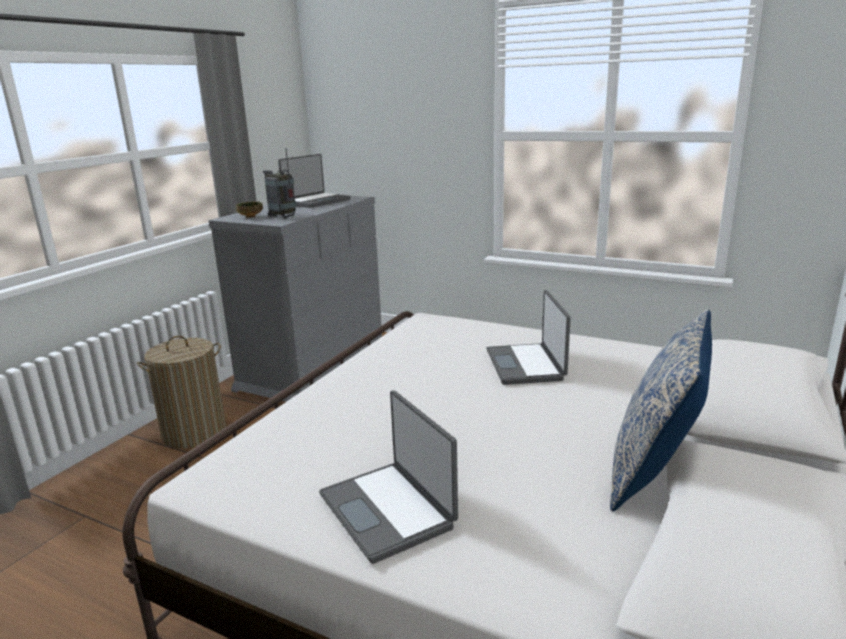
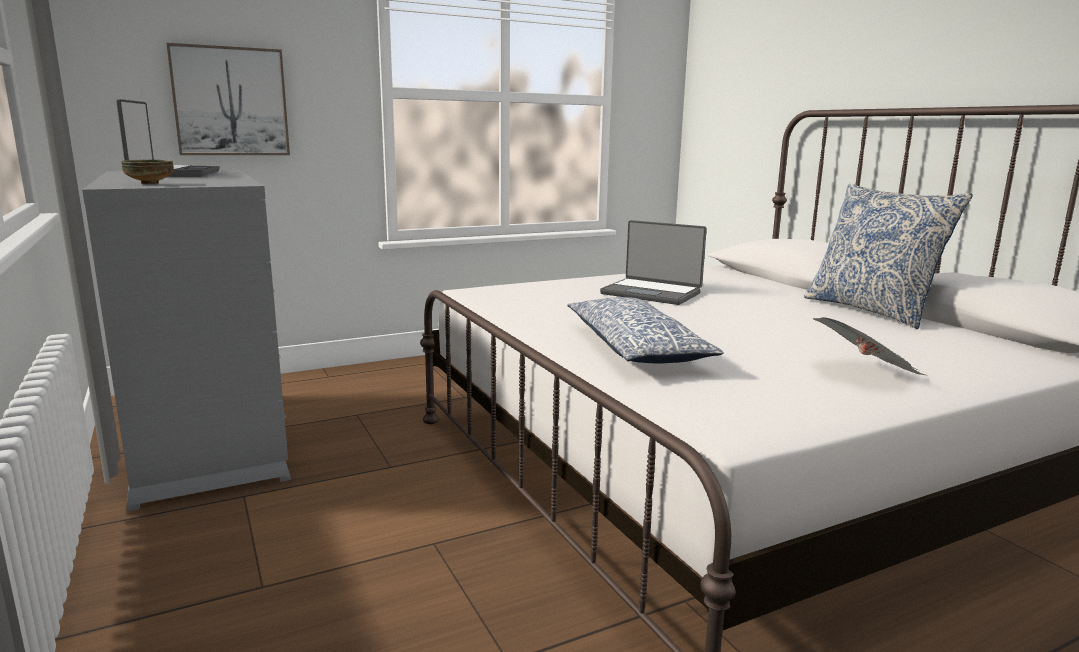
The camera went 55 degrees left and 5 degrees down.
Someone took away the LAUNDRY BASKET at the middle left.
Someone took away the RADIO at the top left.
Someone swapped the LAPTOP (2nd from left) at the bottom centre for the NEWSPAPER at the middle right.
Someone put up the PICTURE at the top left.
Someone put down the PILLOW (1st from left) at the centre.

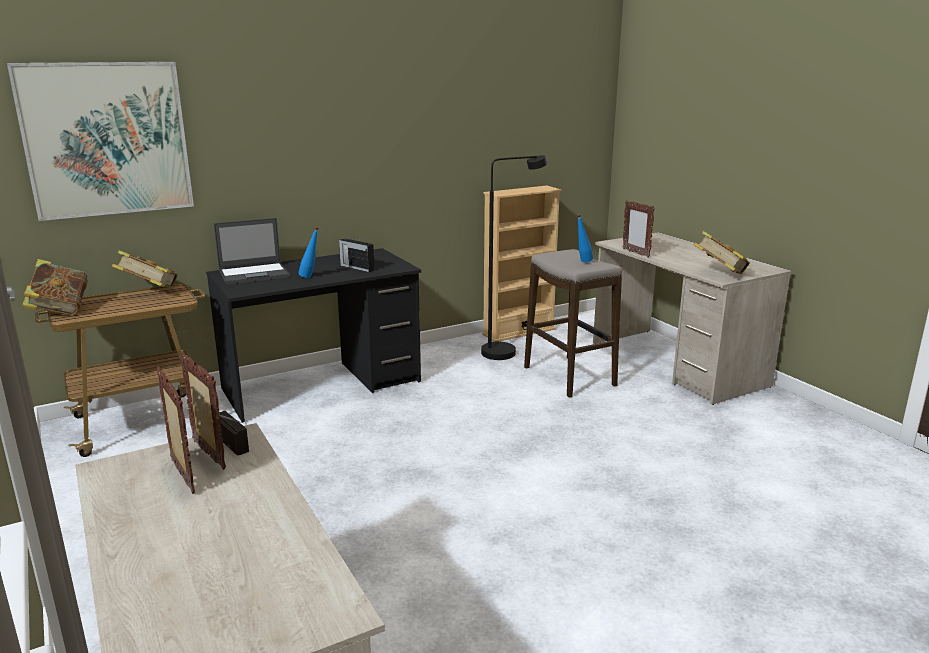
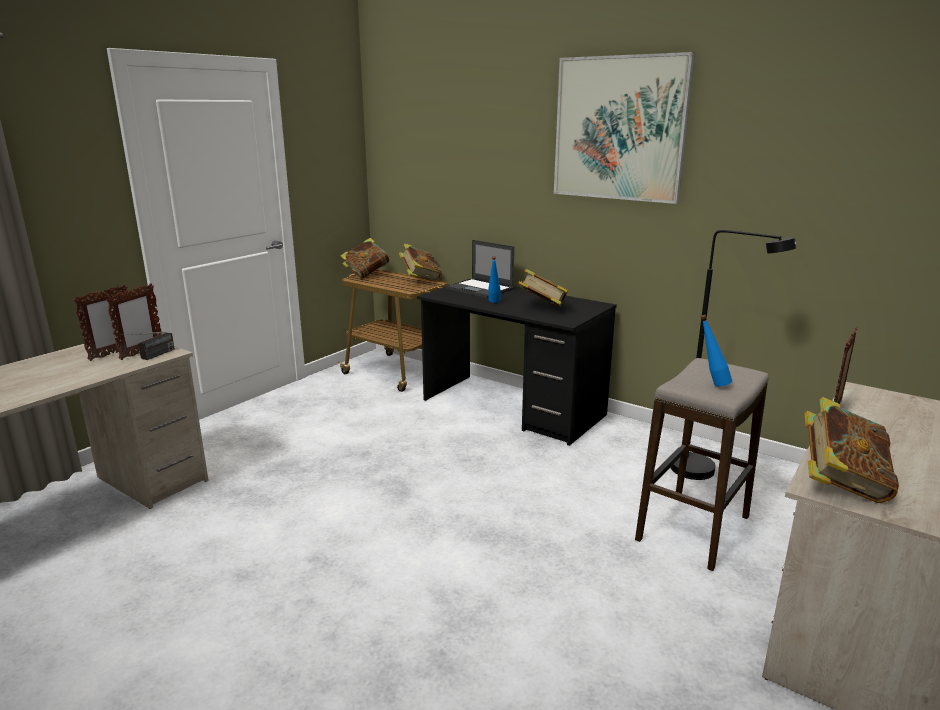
The camera went 65 degrees right and 0 degrees up.
Someone carried the PICTURE from the top left to the top centre.
Someone swapped the RADIO (2nd from left) at the centre for the BOOK (3rd from left) at the centre.
Someone took away the BEIGE BOOKCASE at the centre.

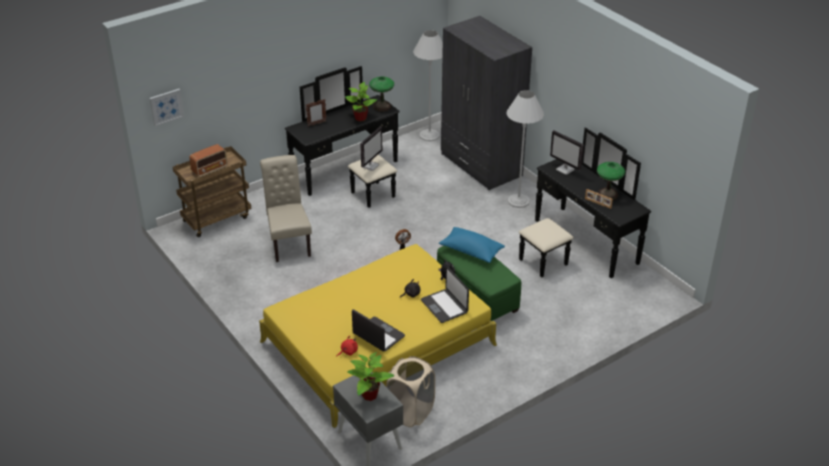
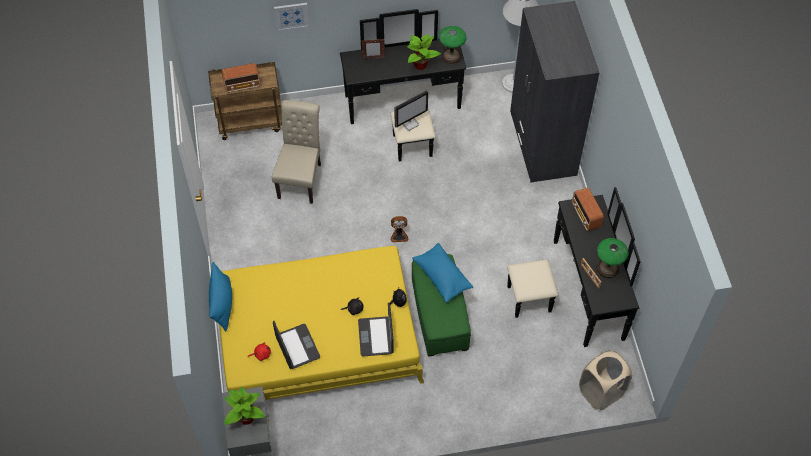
The camera went 25 degrees right and 20 degrees up.
Someone carried the PICTURE from the top left to the top centre.
Someone carried the BEIGE LAUNDRY BASKET from the bottom centre to the bottom right.
Someone took away the WHITE FLOOR LAMP (2nd from left) at the top centre.
Someone swapped the MONITOR (2nd from left) at the top right for the RADIO (2nd from left) at the middle right.
Someone put down the BLUE PILLOW (1st from left) at the middle left.

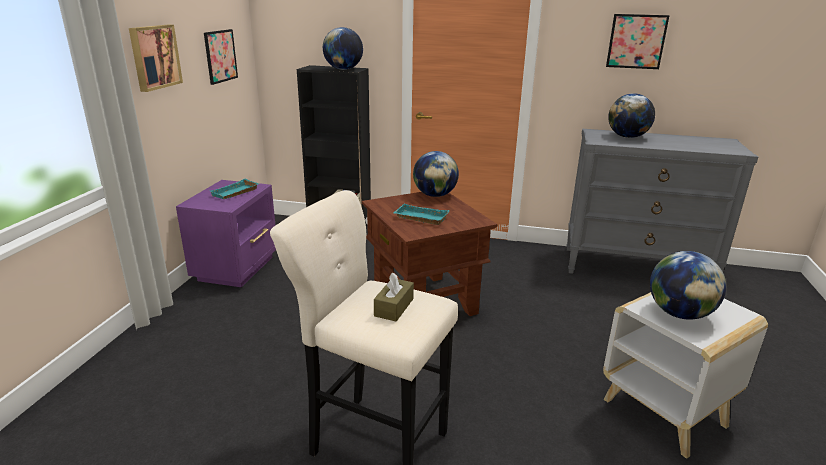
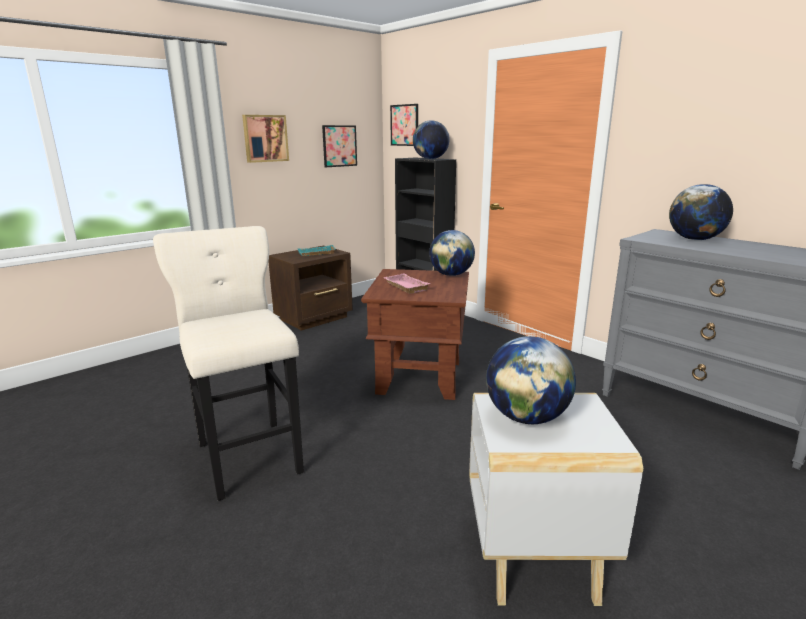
The camera went 35 degrees right and 5 degrees down.
Someone repainted the PURPLE NIGHTSTAND at the middle left, which became the BROWN NIGHTSTAND at the centre.
Someone took away the BROWN TISSUE BOX at the centre.
Someone repainted the TURQUOISE TRAY (2nd from left) at the centre, which became the PINK TRAY at the centre.
Someone carried the PICTURE (3rd from left) from the top right to the top centre.

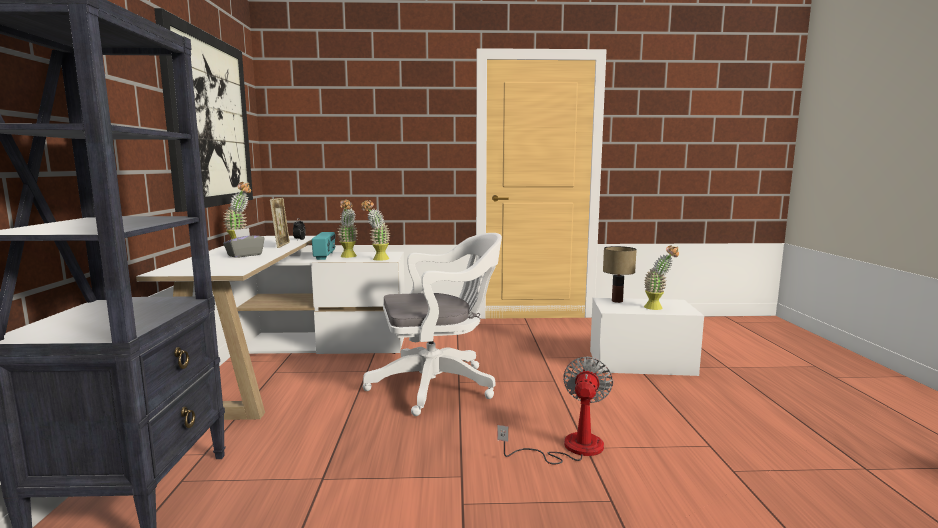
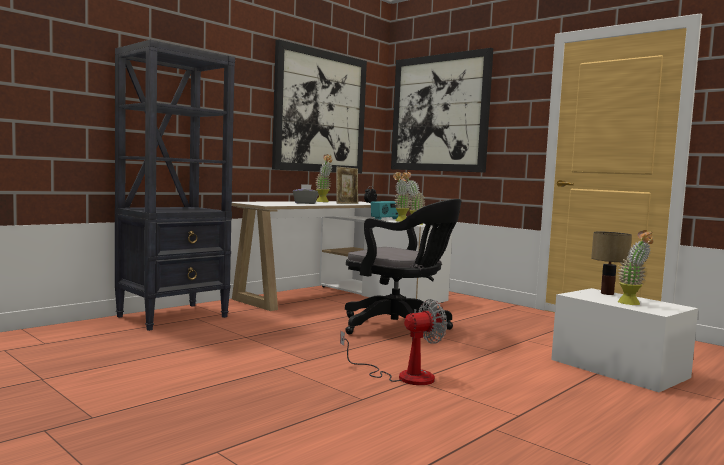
The camera went 45 degrees right and 5 degrees down.
Someone repainted the WHITE OFFICE CHAIR at the centre, which became the BLACK OFFICE CHAIR at the centre.
Someone put up the PICTURE (2nd from left) at the top centre.

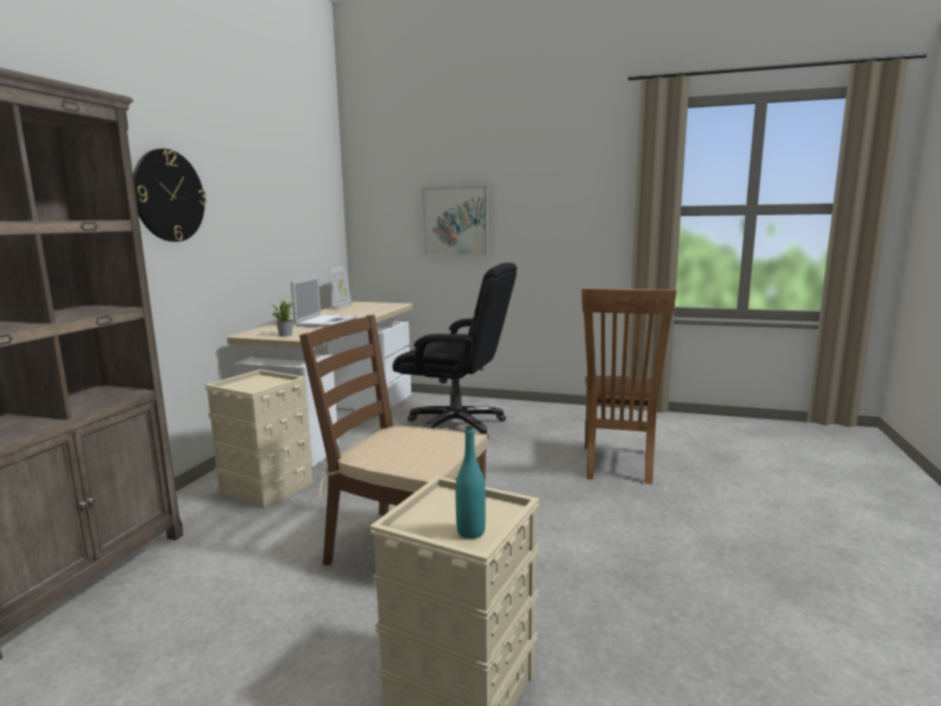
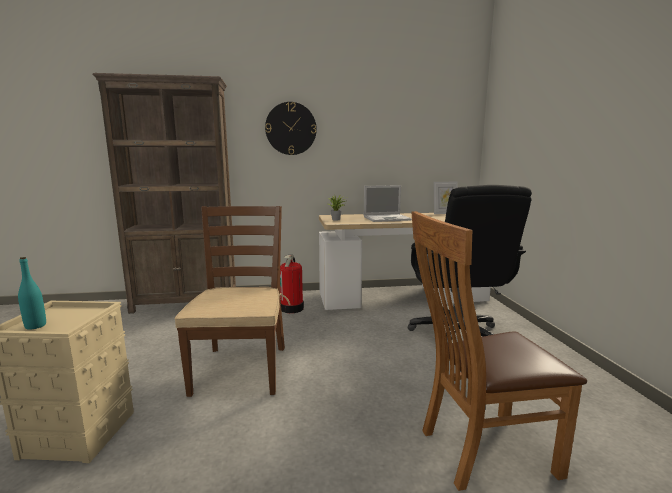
The camera went 65 degrees right and 0 degrees up.
Someone swapped the BEIGE STORAGE BOX (1st from left) at the middle left for the FIRE EXTINGUISHER at the centre.
Someone took away the PICTURE at the top centre.

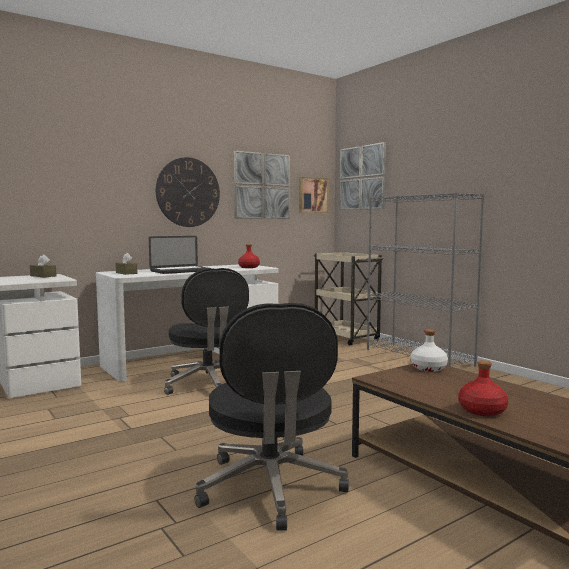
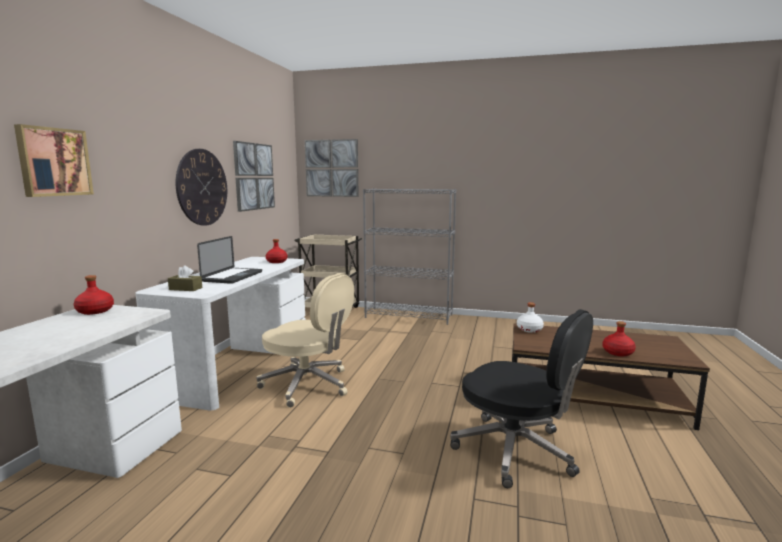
The camera went 40 degrees left and 5 degrees up.
Someone swapped the BROWN TISSUE BOX (1st from left) at the middle left for the RED BOTTLE (1st from left) at the middle left.
Someone repainted the BLACK OFFICE CHAIR (1st from left) at the centre, which became the BEIGE OFFICE CHAIR at the centre.
Someone carried the PICTURE (2nd from left in the first image) from the centre to the top left.

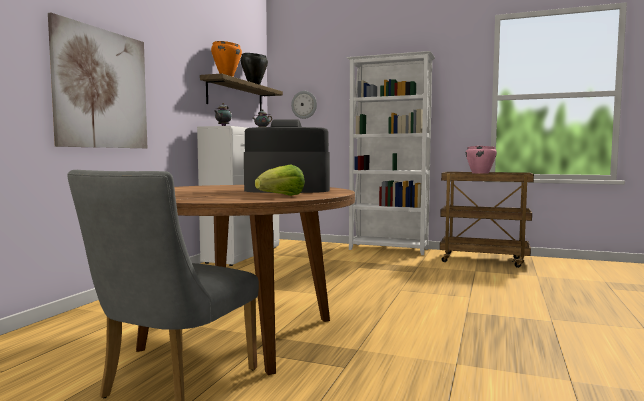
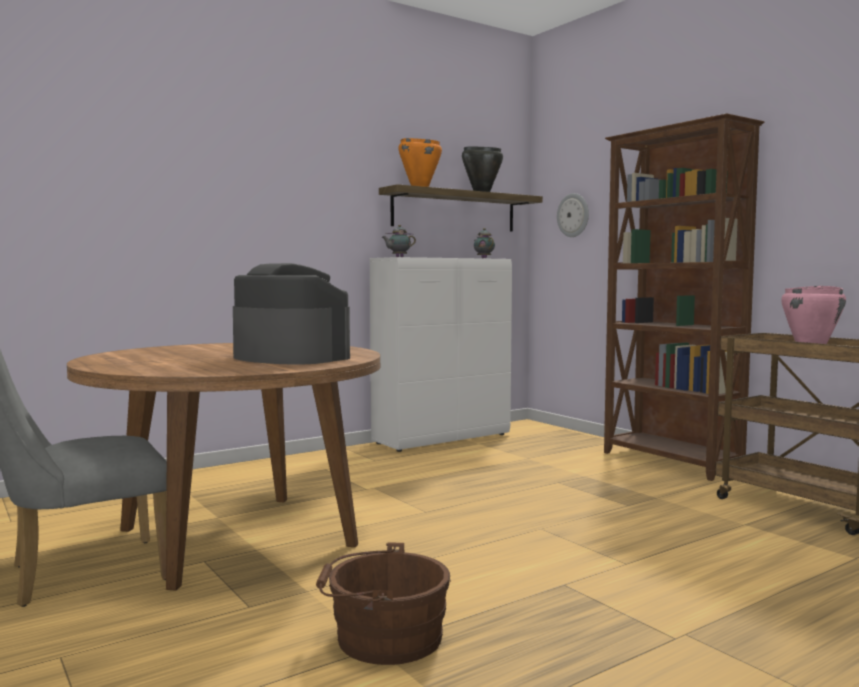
The camera went 35 degrees right and 0 degrees up.
Someone took away the PICTURE at the top left.
Someone took away the LETTUCE at the centre.
Someone repainted the WHITE BOOKCASE at the centre, which became the BROWN BOOKCASE at the middle right.
Someone put down the BROWN BUCKET at the bottom centre.

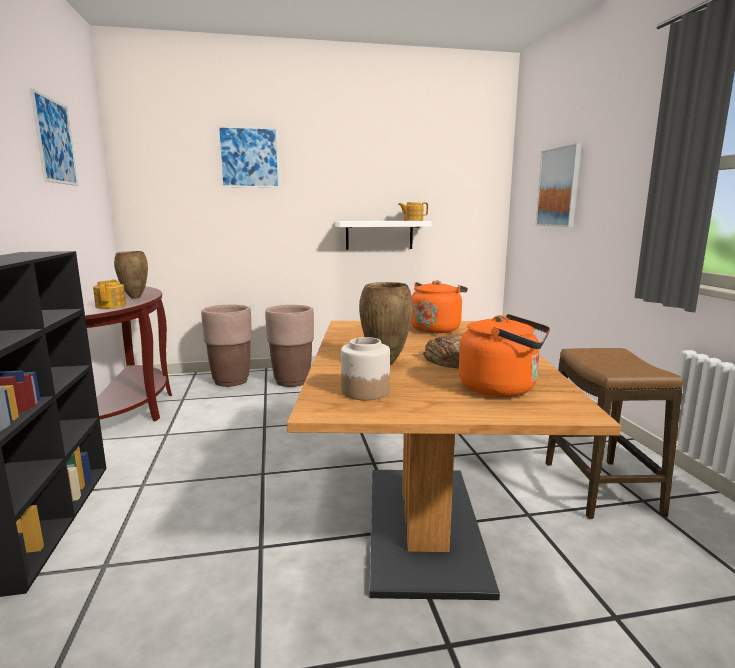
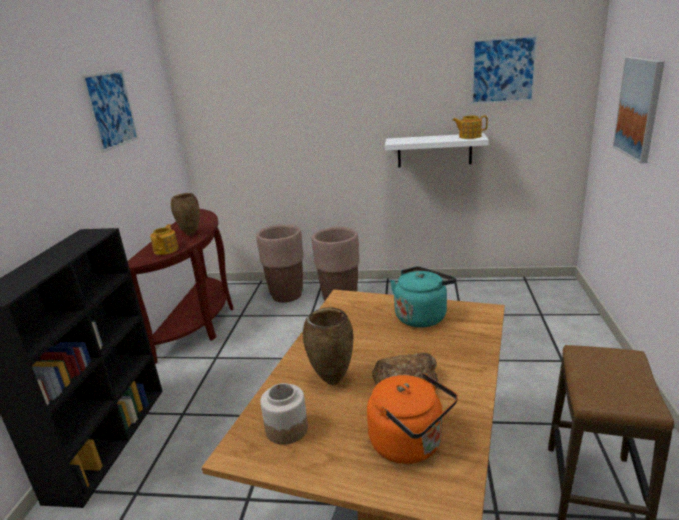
The camera went 20 degrees right and 10 degrees up.
Someone carried the PICTURE (2nd from left) from the top centre to the top right.
Someone repainted the ORANGE KETTLE (1st from left) at the centre, which became the TURQUOISE KETTLE at the centre.

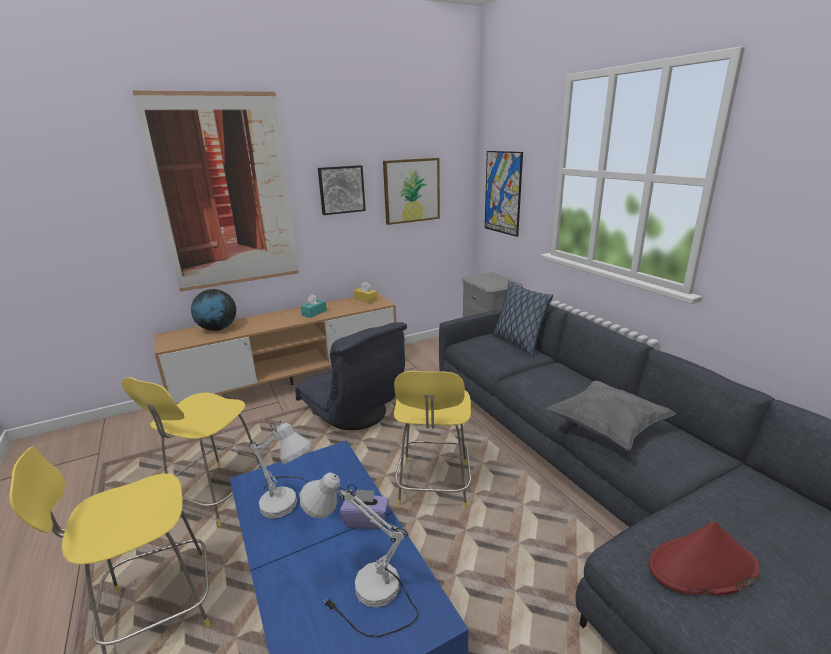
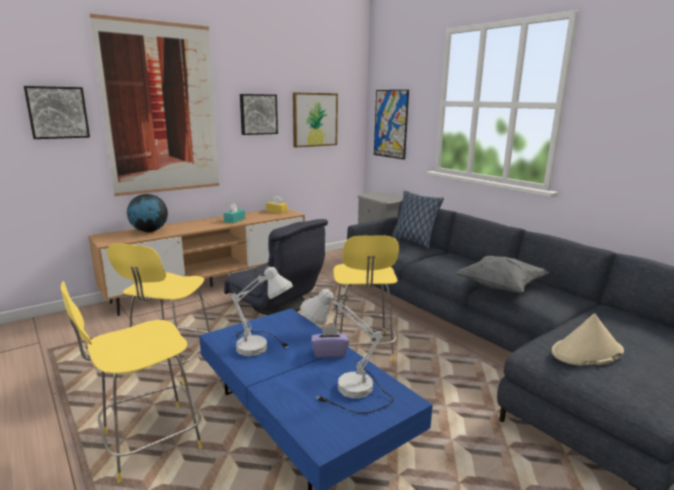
The camera went 10 degrees left and 5 degrees down.
Someone repainted the RED HAT at the bottom right, which became the BEIGE HAT at the bottom right.
Someone put up the PICTURE (1st from left) at the top left.

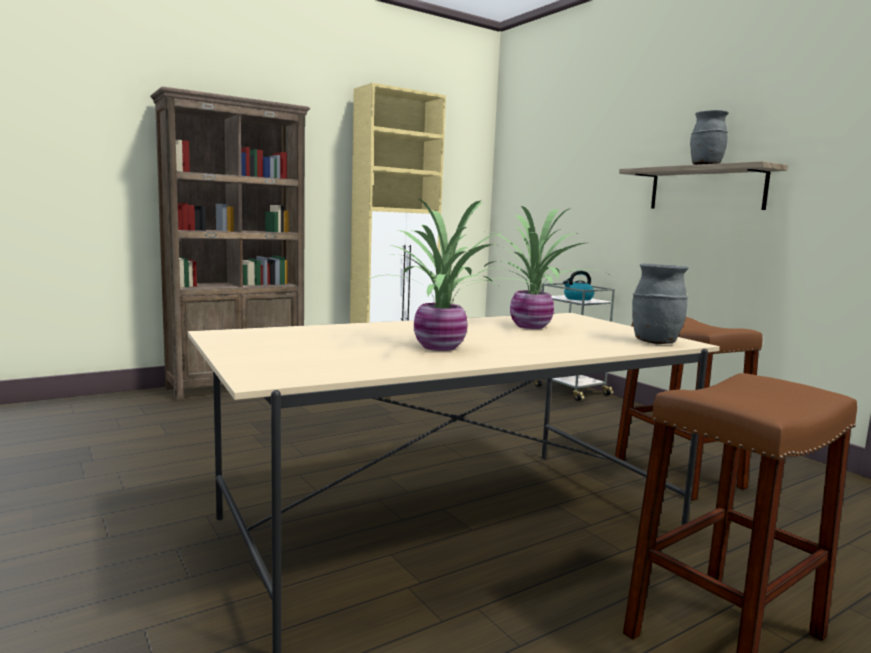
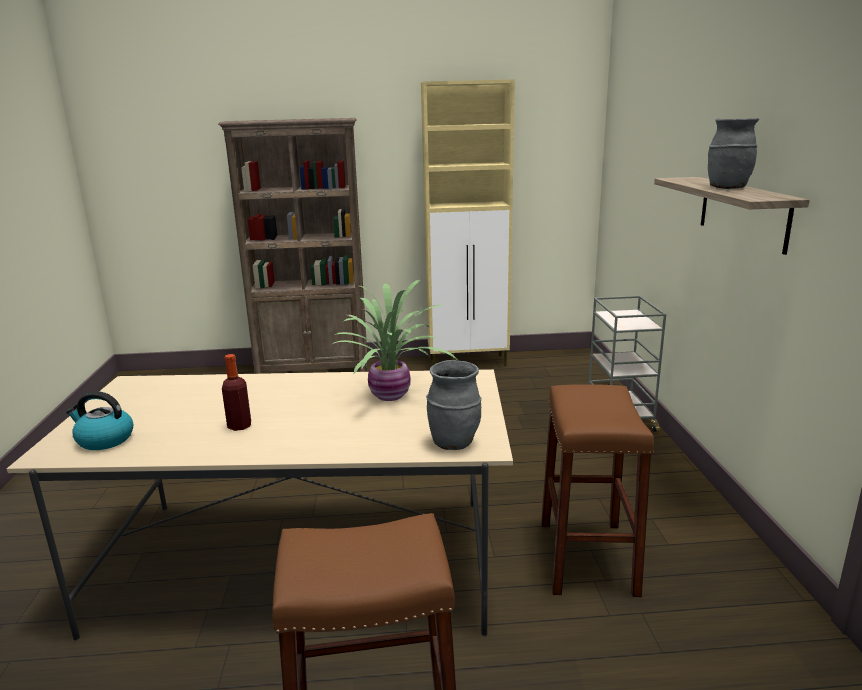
The camera went 30 degrees right and 10 degrees up.
Someone swapped the POTTED PLANT (1st from left) at the centre for the BOTTLE at the middle left.
Someone carried the KETTLE from the centre to the middle left.

